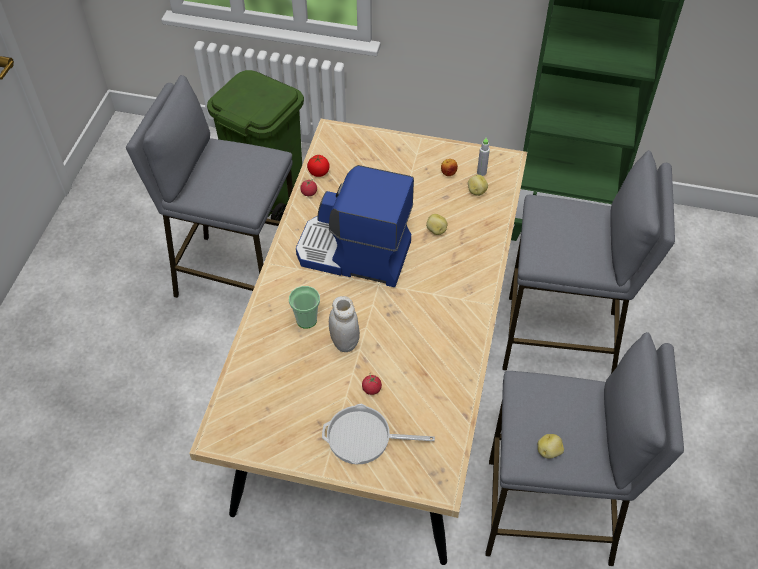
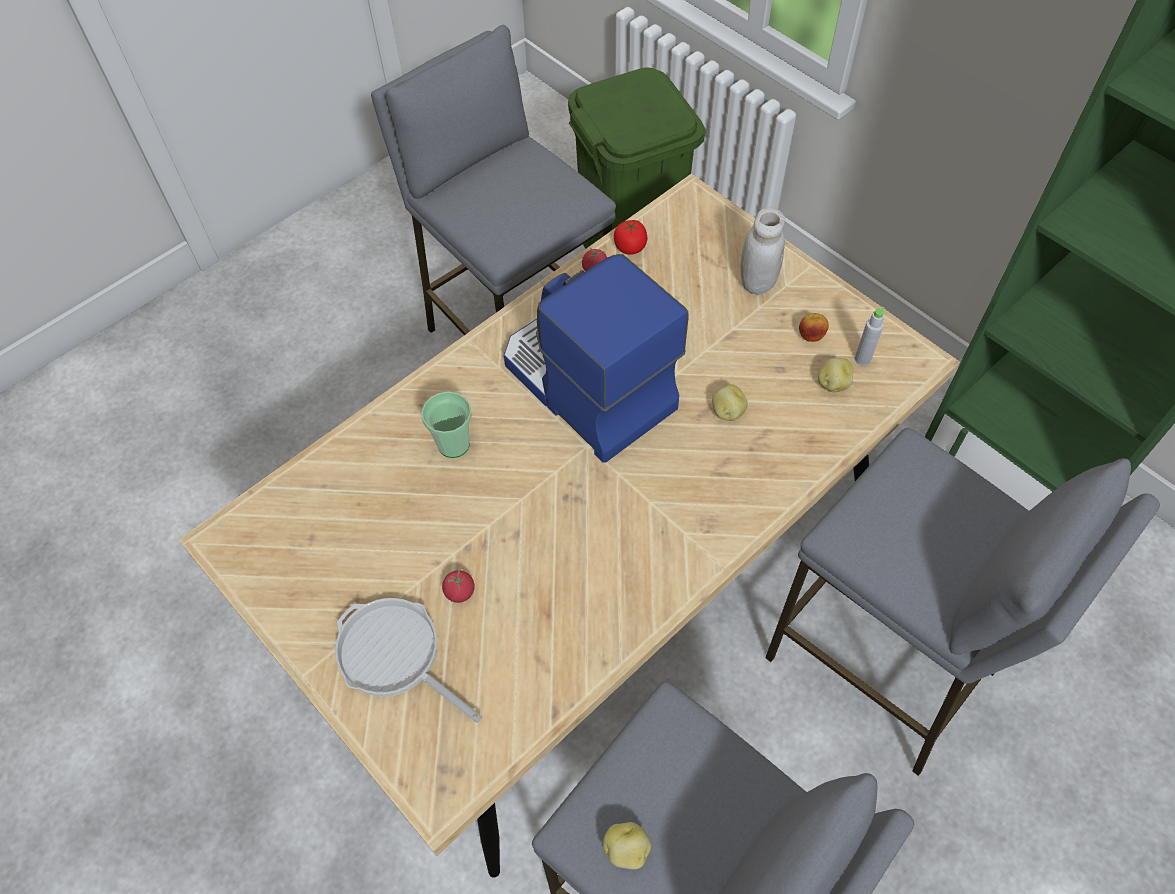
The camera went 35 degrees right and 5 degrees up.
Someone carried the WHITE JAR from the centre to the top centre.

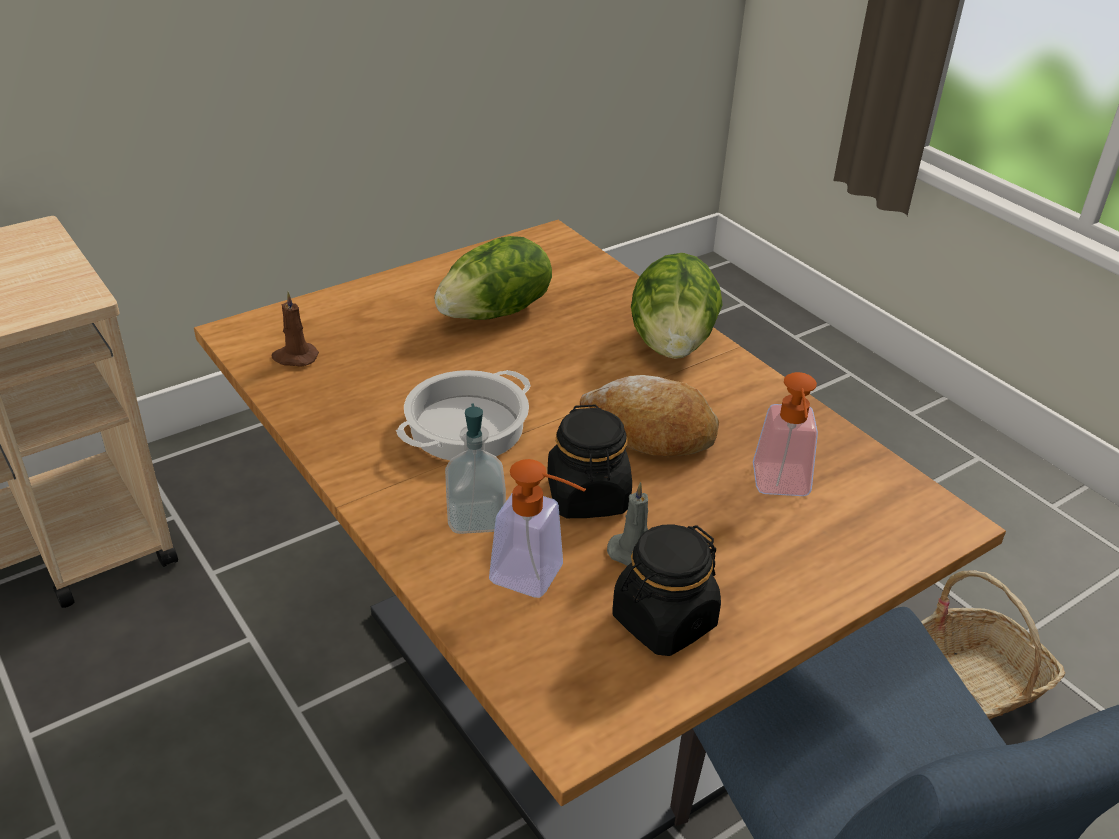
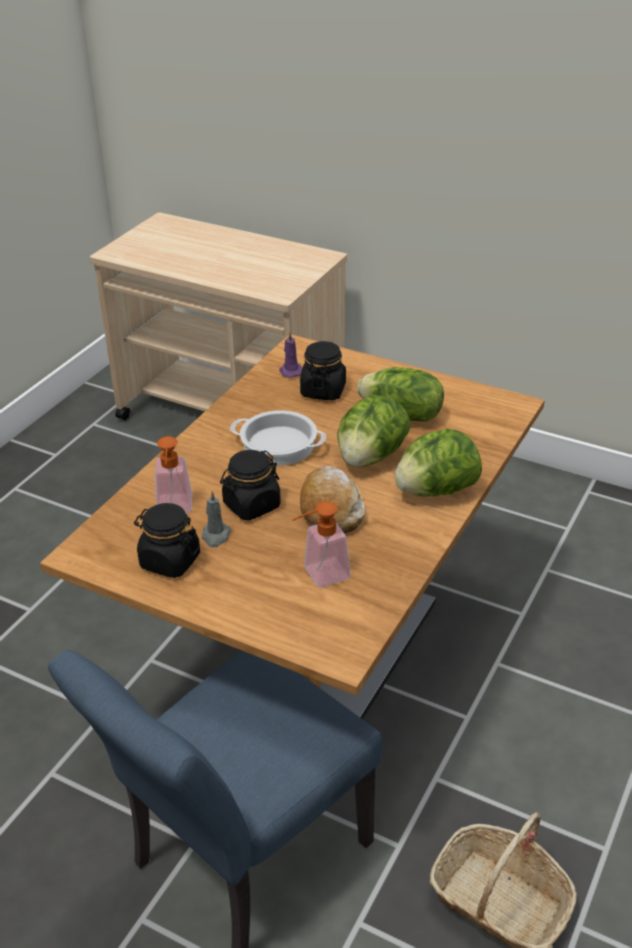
The camera went 65 degrees right and 0 degrees up.
Someone repainted the BROWN CANDLE at the middle left, which became the PURPLE CANDLE at the centre.
Someone took away the SOAP DISPENSER (1st from left) at the centre.
Someone put down the BLACK JAR (3rd from left) at the centre.
Someone put down the LETTUCE (1st from left) at the centre.

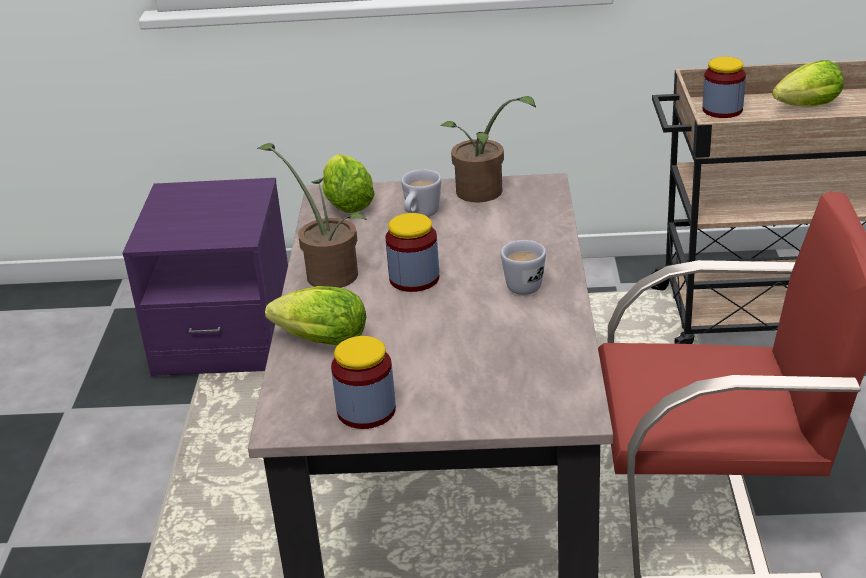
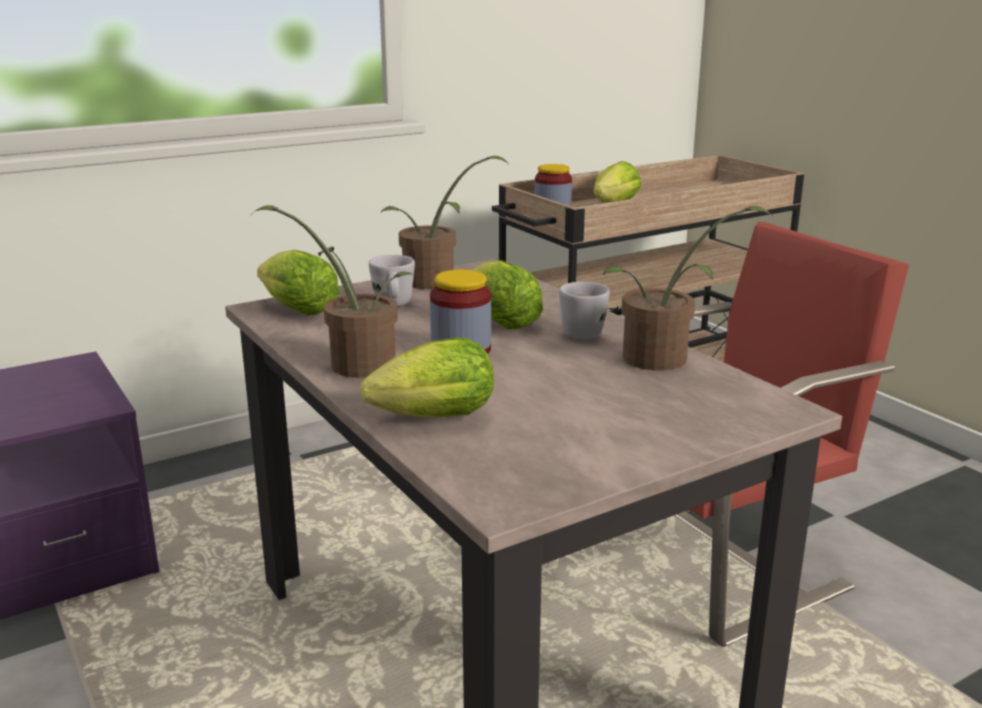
The camera went 35 degrees left and 10 degrees down.
Someone took away the JAR (1st from left) at the centre.
Someone put down the LETTUCE (3rd from left) at the centre.
Someone put down the POTTED PLANT (3rd from left) at the middle right.

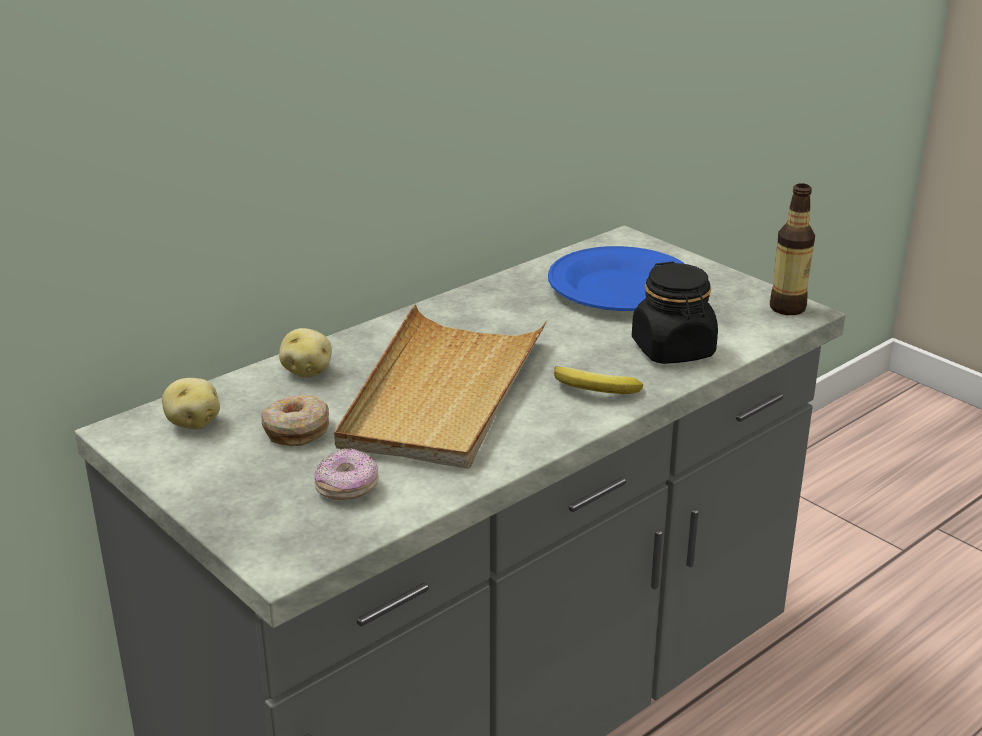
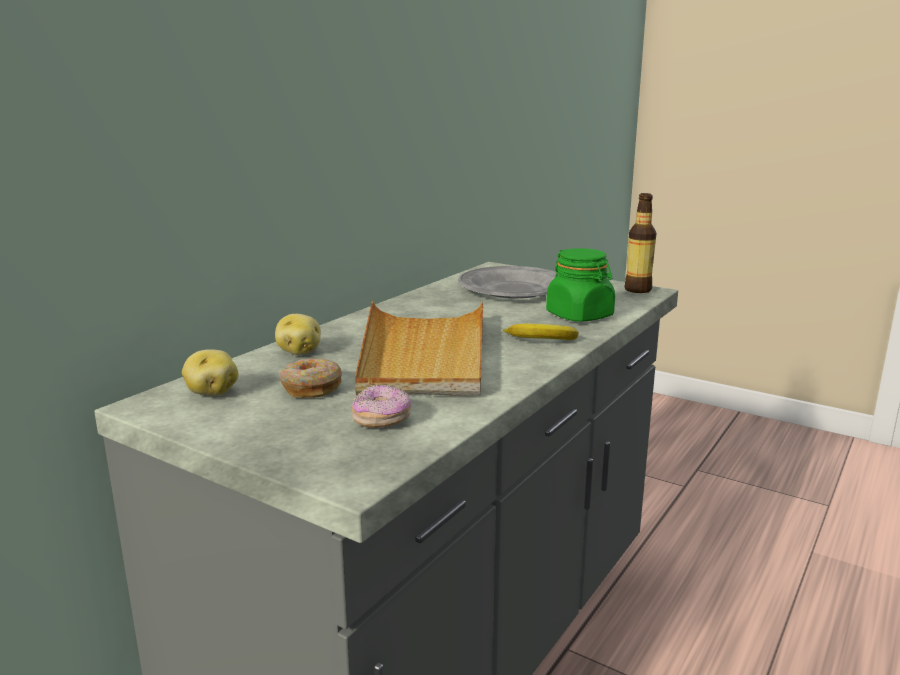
The camera went 15 degrees left and 10 degrees down.
Someone repainted the BLUE PLATE at the centre, which became the GREY PLATE at the centre.
Someone repainted the BLACK JAR at the middle right, which became the GREEN JAR at the centre.

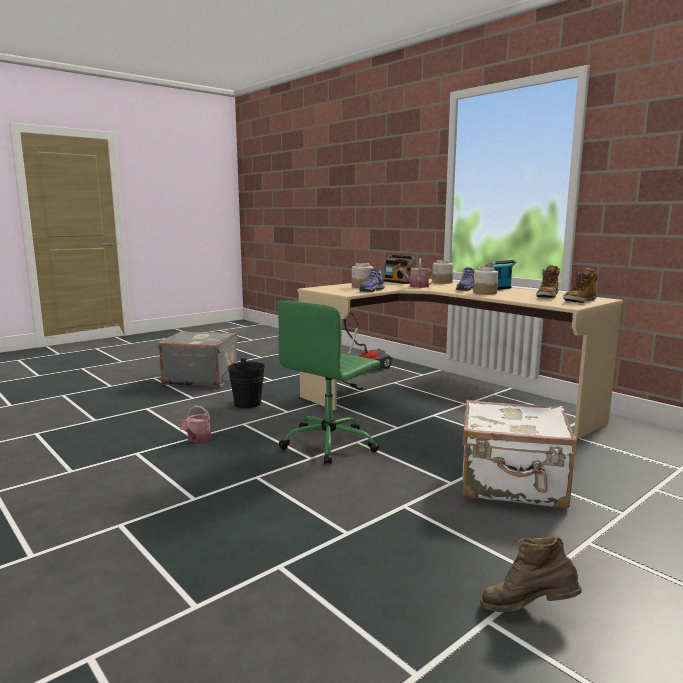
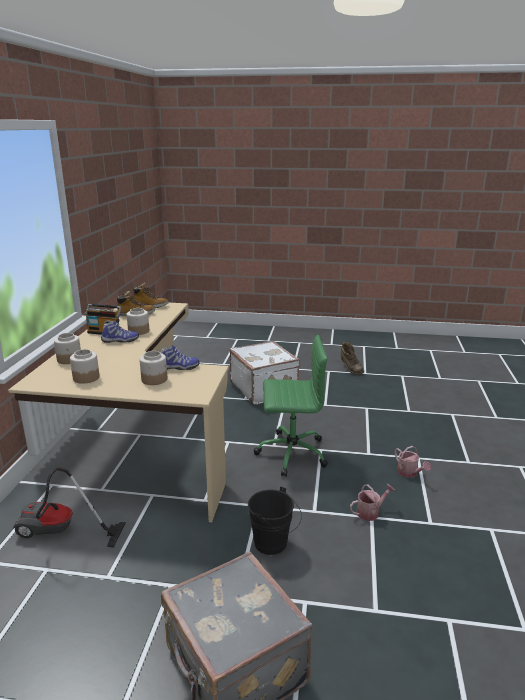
The camera went 130 degrees left and 10 degrees up.
Someone swapped the RADIO (1st from left) at the centre for the JAR (2nd from left) at the middle left.
Someone carried the WATERING CAN (2nd from left) from the centre to the middle right.

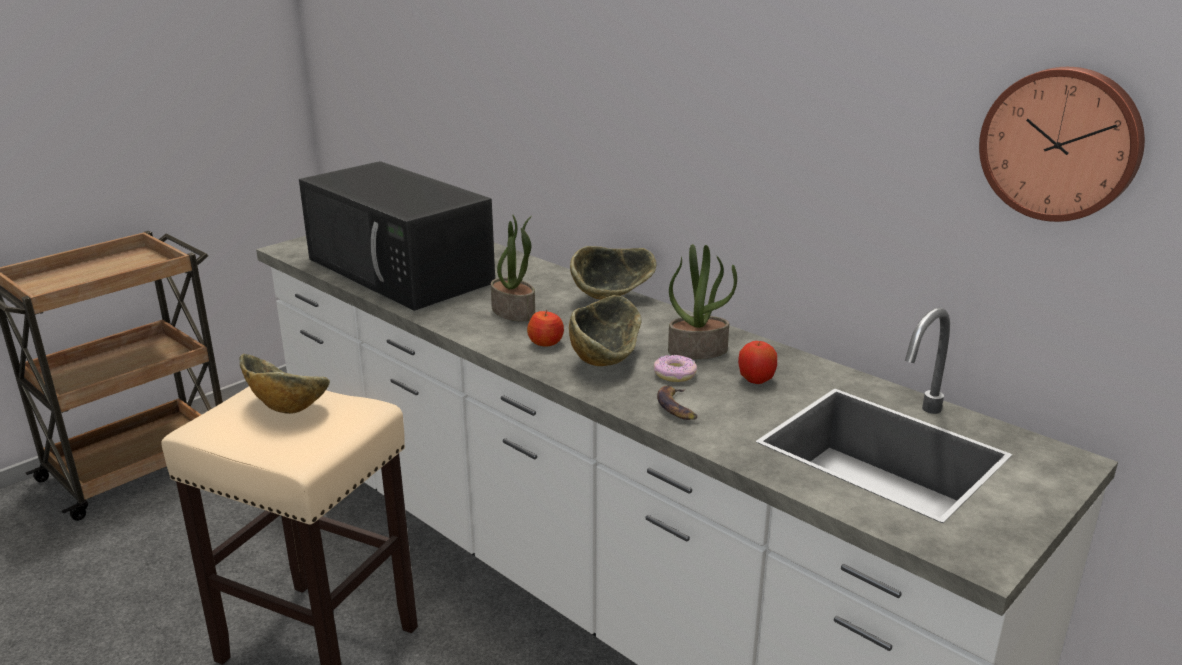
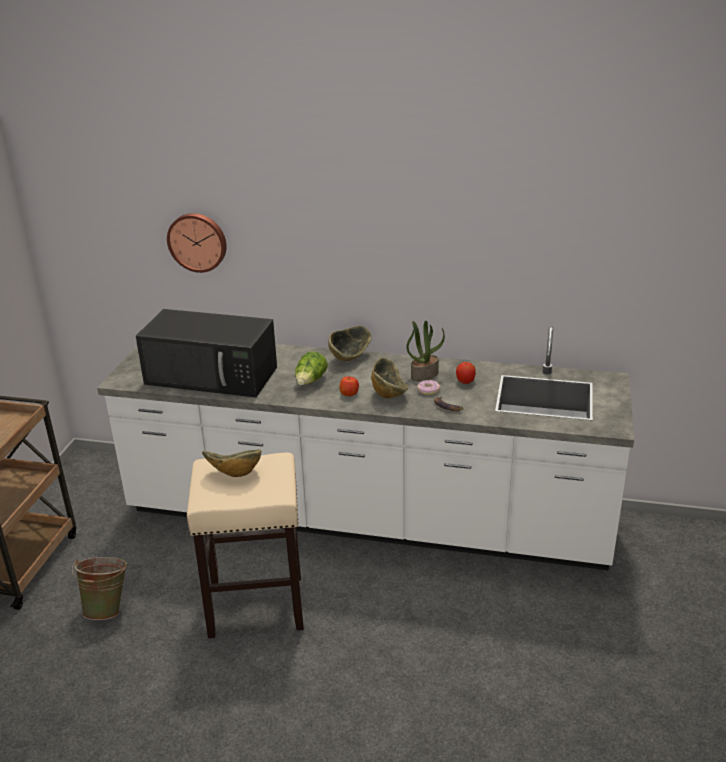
The camera went 30 degrees left and 5 degrees up.
Someone swapped the POTTED PLANT (1st from left) at the centre for the LETTUCE at the centre.
Someone carried the WALL CLOCK from the top right to the top left.
Someone put down the GREEN BUCKET at the bottom left.

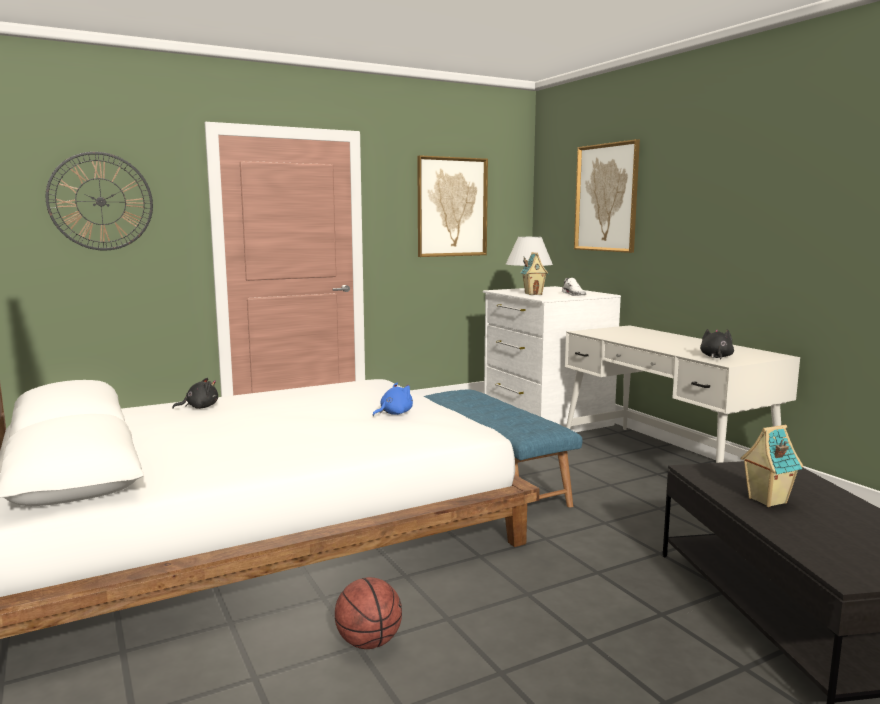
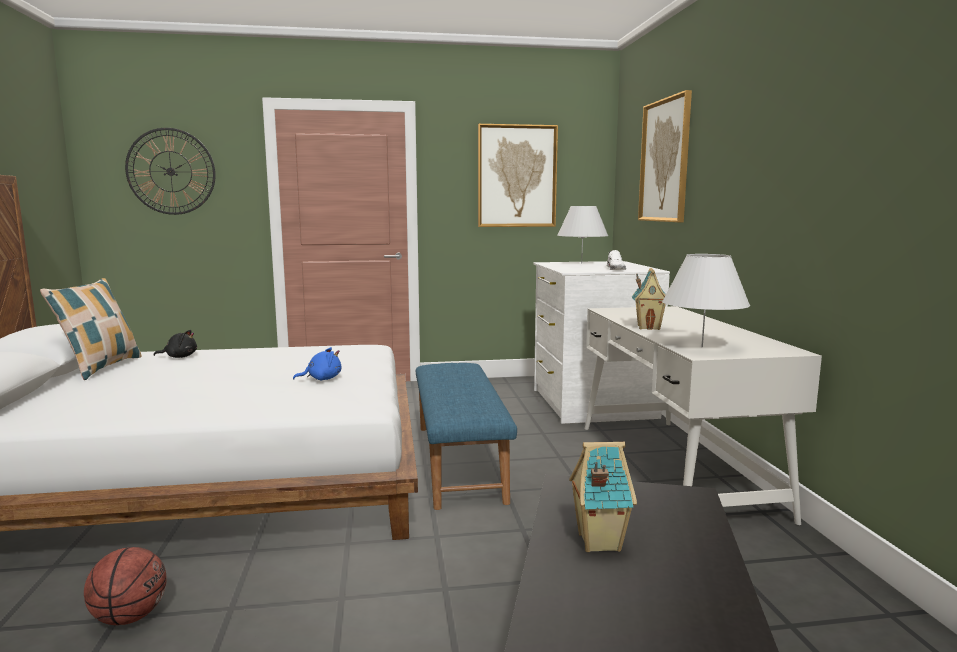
The camera went 20 degrees right and 0 degrees up.
Someone carried the TOY HOUSE (1st from left in the first image) from the centre to the middle right.
Someone swapped the BLACK PLUSH TOY (2nd from left) at the middle right for the WHITE TABLE LAMP (2nd from left) at the middle right.
Someone put down the PILLOW at the middle left.

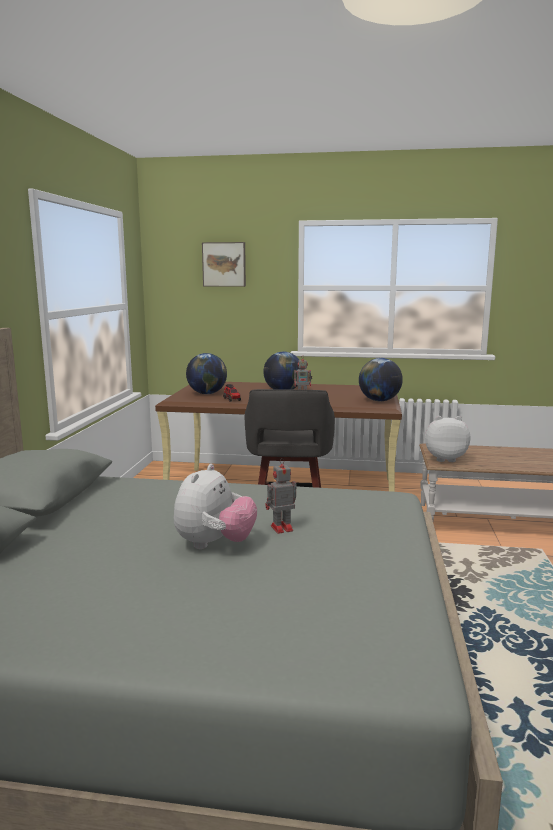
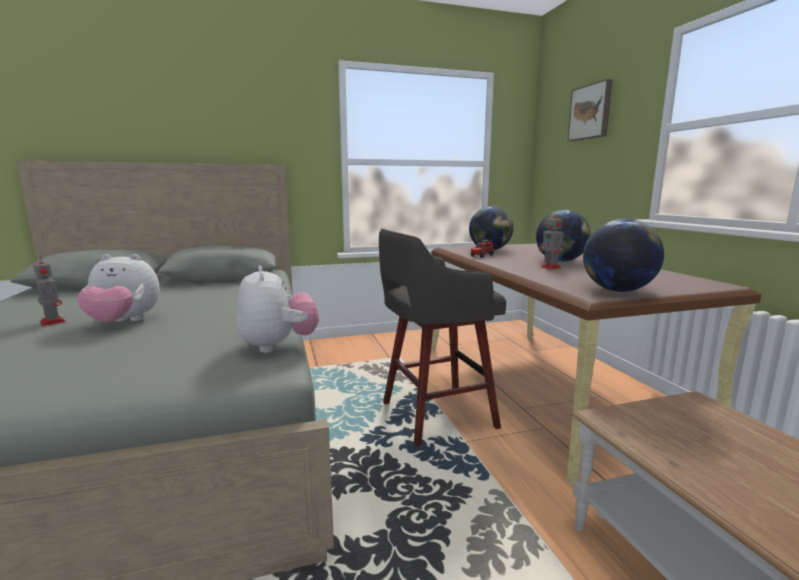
The camera went 65 degrees right and 0 degrees up.
Someone carried the TOY ROBOT (1st from left) from the centre to the middle left.
Someone carried the PLUSH TOY (2nd from left) from the middle right to the centre.

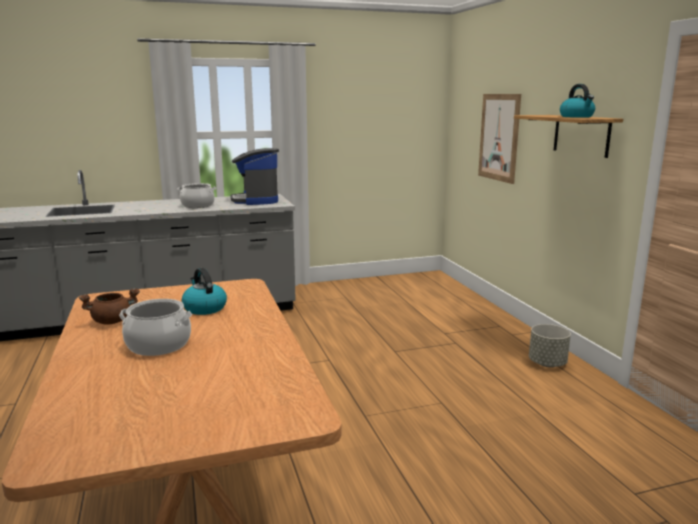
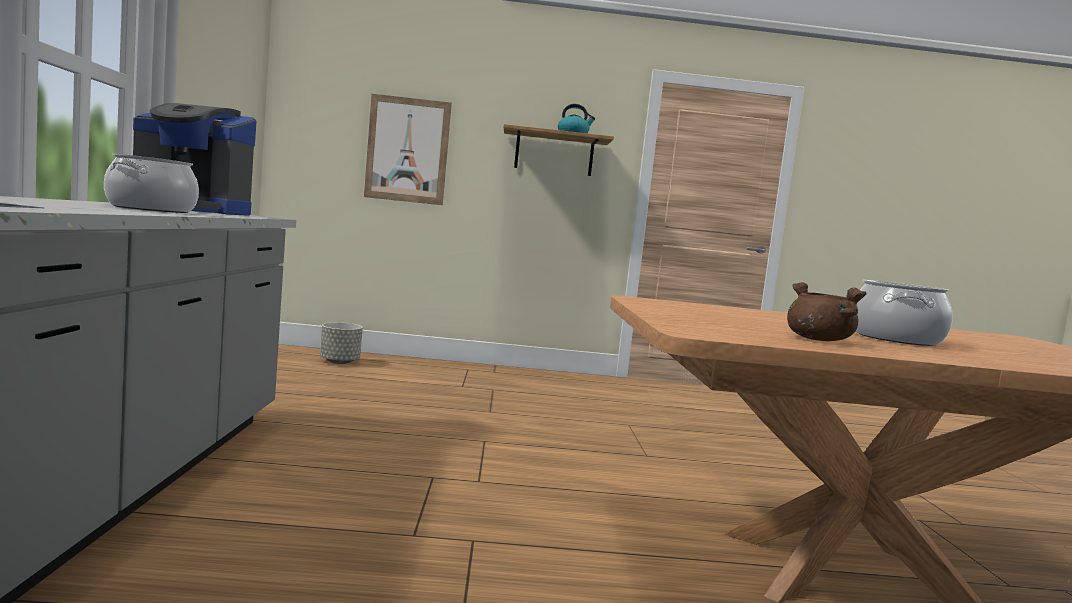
The camera went 75 degrees left and 10 degrees down.
Someone took away the KETTLE (1st from left) at the middle left.
Someone carried the GREY PLANTER from the middle right to the middle left.

